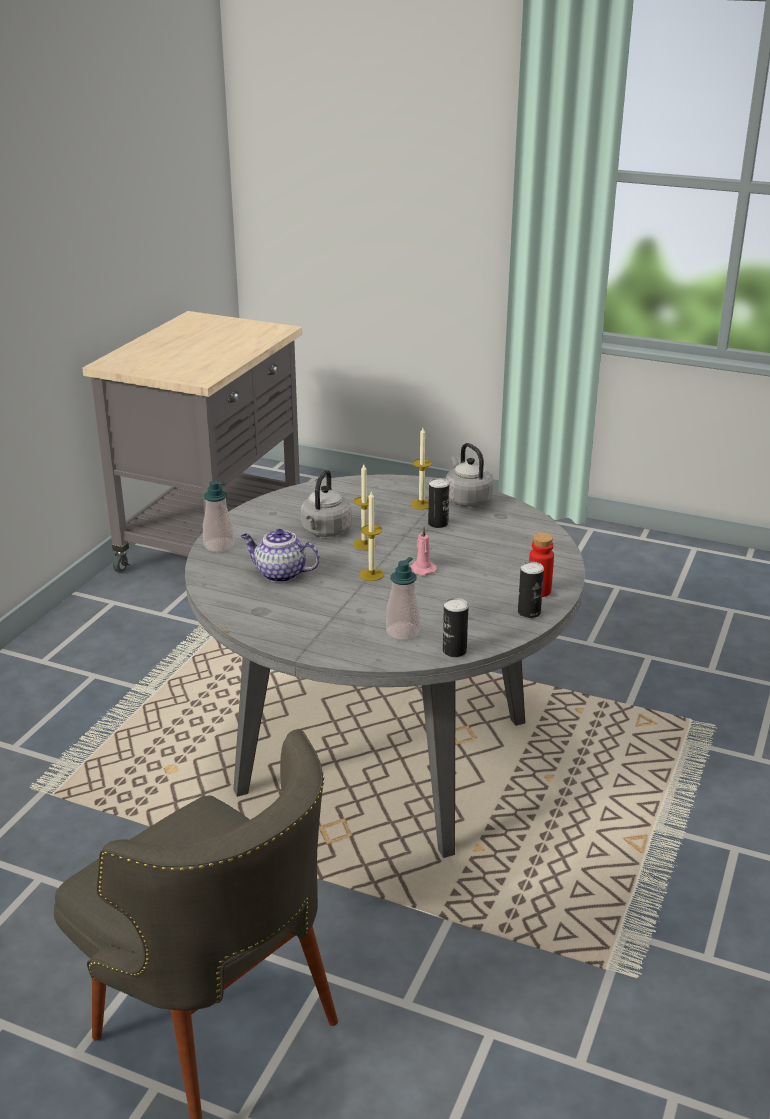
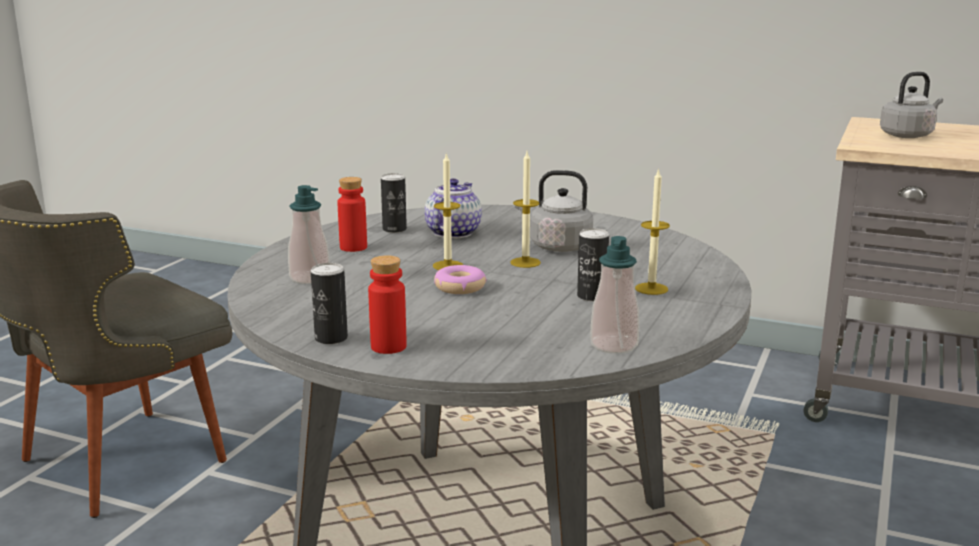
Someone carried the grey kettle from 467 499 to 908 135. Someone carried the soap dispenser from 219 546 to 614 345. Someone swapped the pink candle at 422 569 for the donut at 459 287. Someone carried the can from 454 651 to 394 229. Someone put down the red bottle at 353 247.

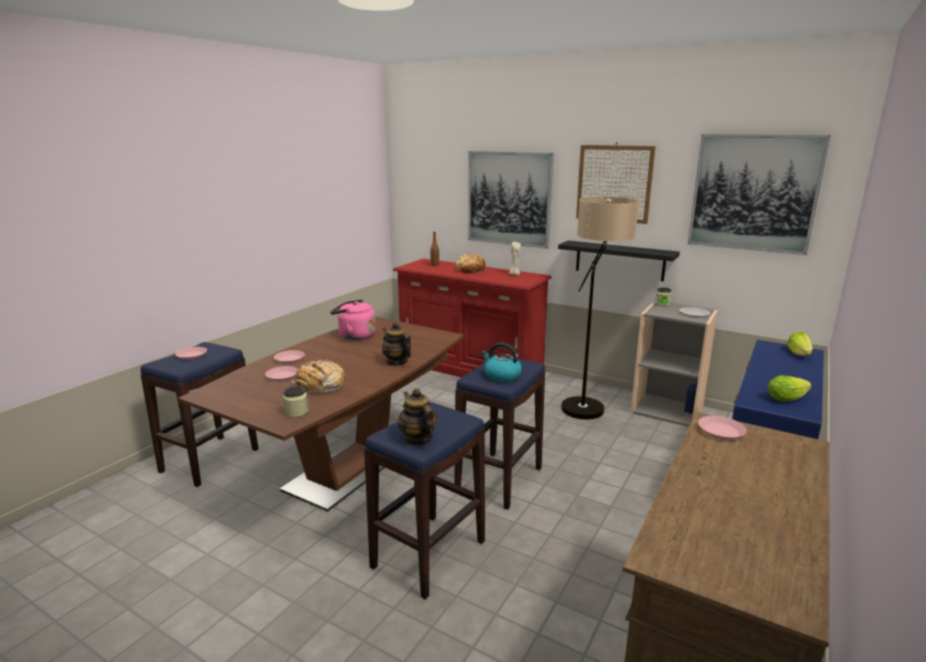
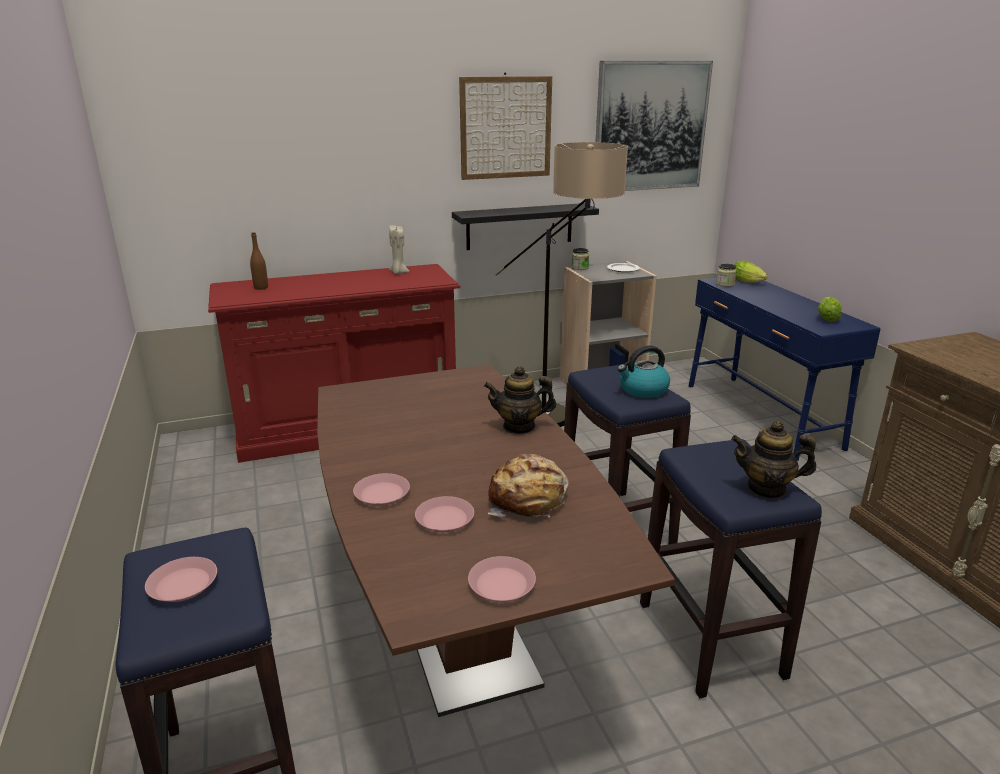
Someone took away the picture at 509 198. Someone took away the bread at 470 270. Someone took away the pink kettle at 354 336. Someone carried the jar from 296 412 to 725 284. Someone carried the pink plate from 720 431 to 501 584.

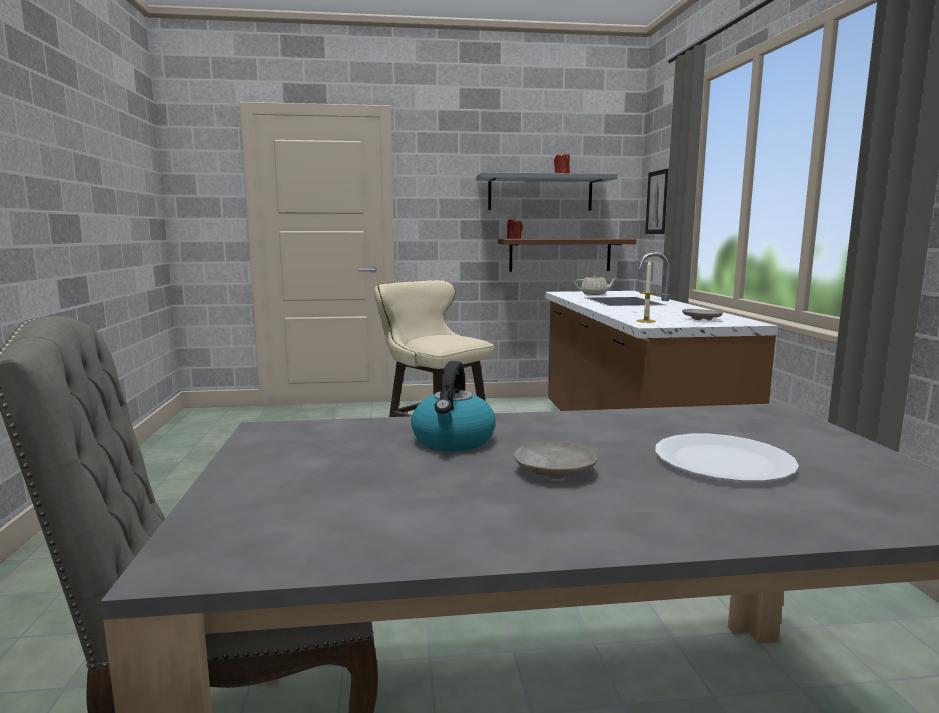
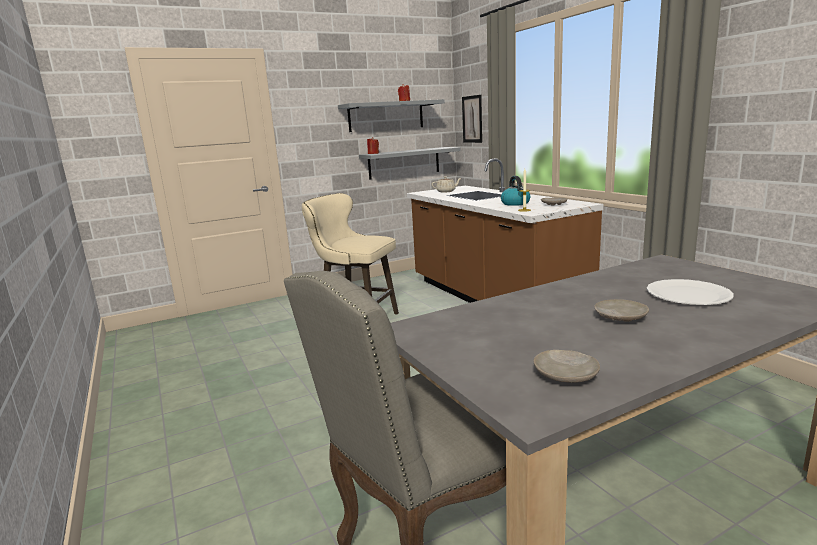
Someone repainted the brown shelf at 560 255, which became the grey shelf at 404 163. Someone carried the kettle from 453 441 to 516 203. Someone put down the beige plate at 566 375.

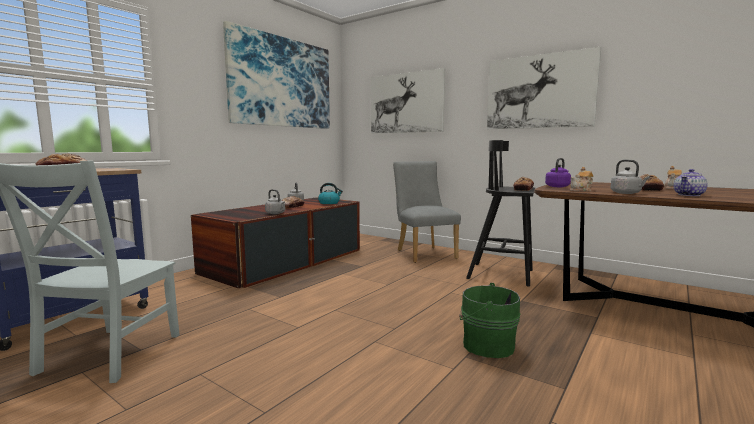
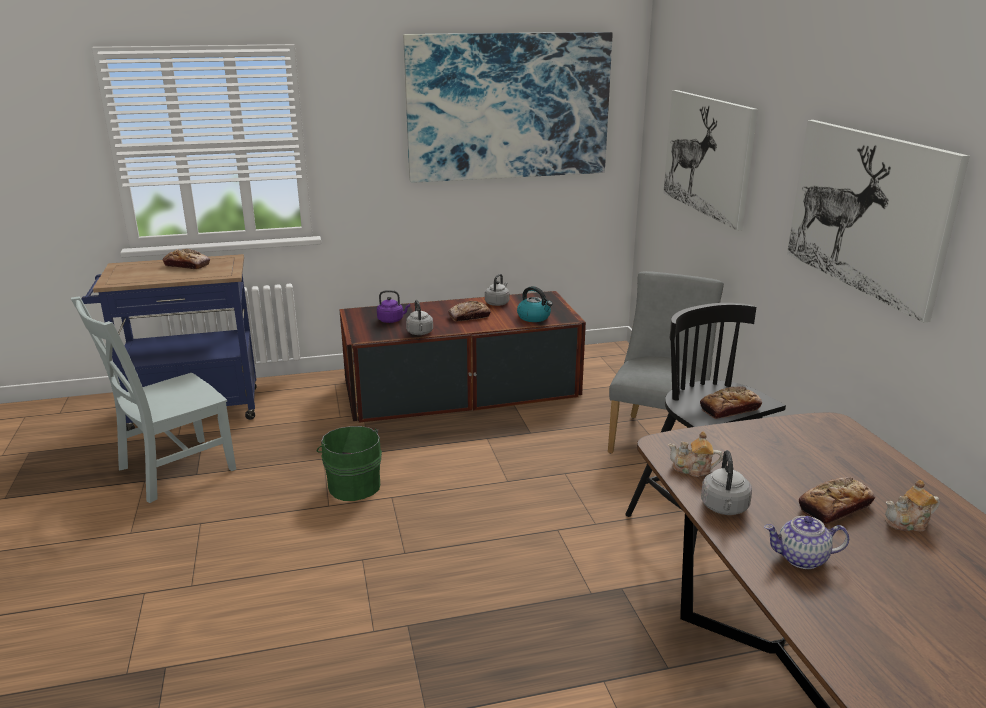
Someone carried the purple kettle from 558 186 to 392 320. Someone carried the green bucket from 485 344 to 353 485.

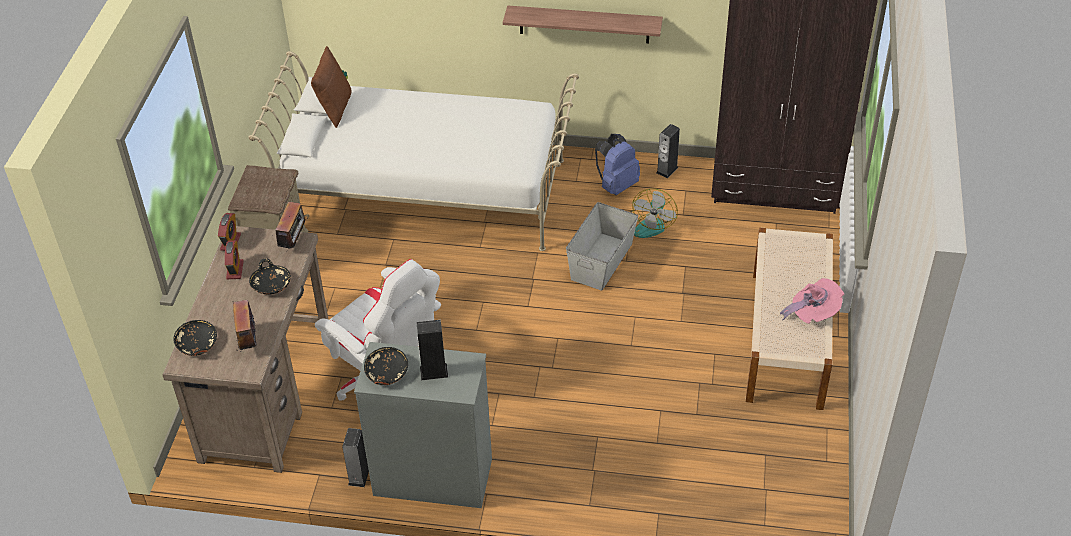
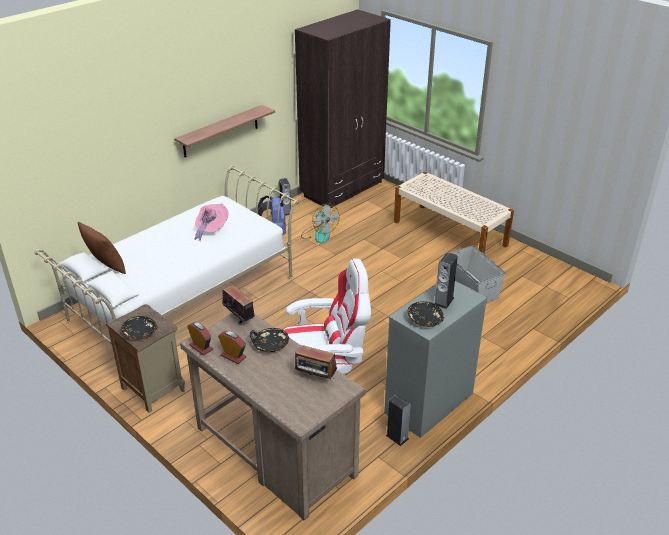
Someone carried the grey storage box from 602 261 to 472 287. Someone carried the pink hat from 813 313 to 211 229. Someone carried the black bowl from 197 344 to 140 333.

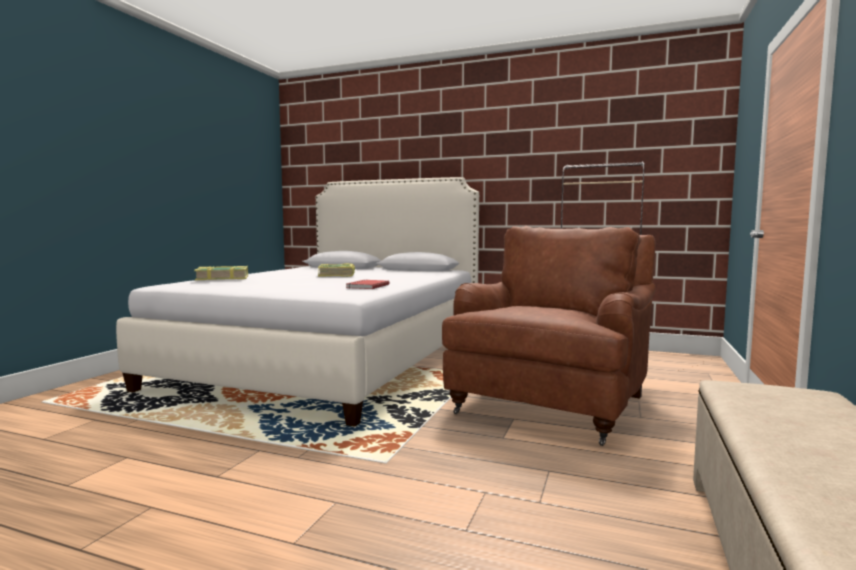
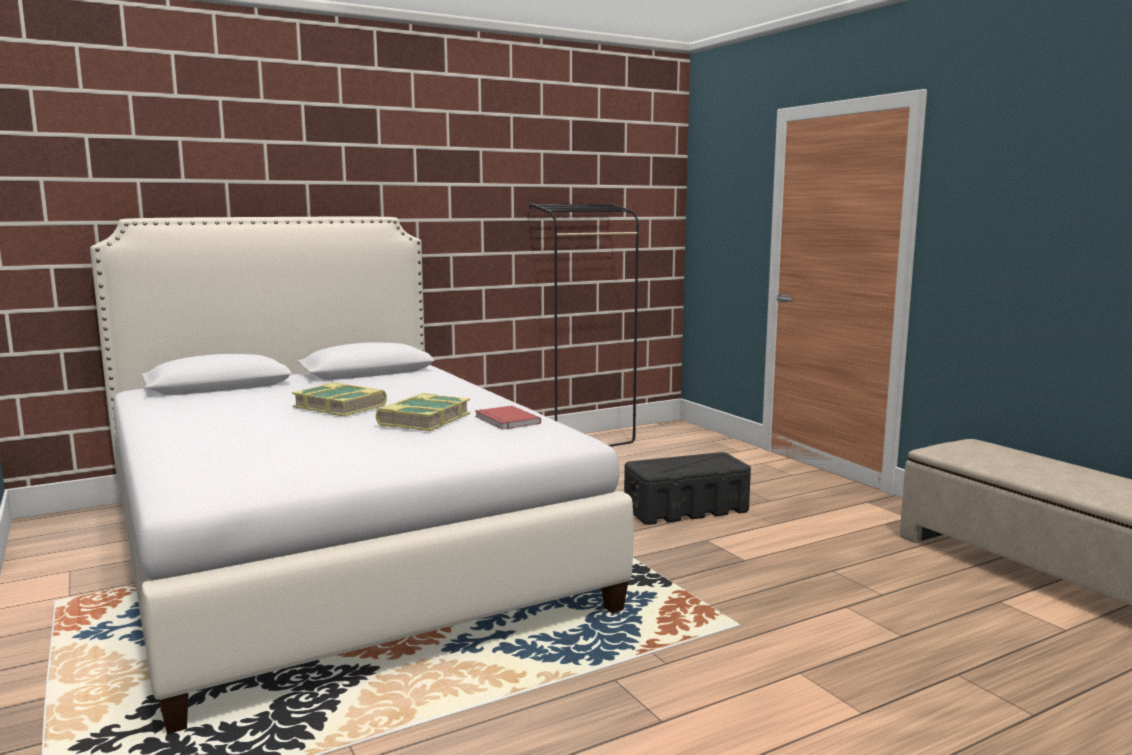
Someone swapped the brown armchair at 553 400 for the black storage box at 686 509. Someone carried the book from 222 278 to 423 420.

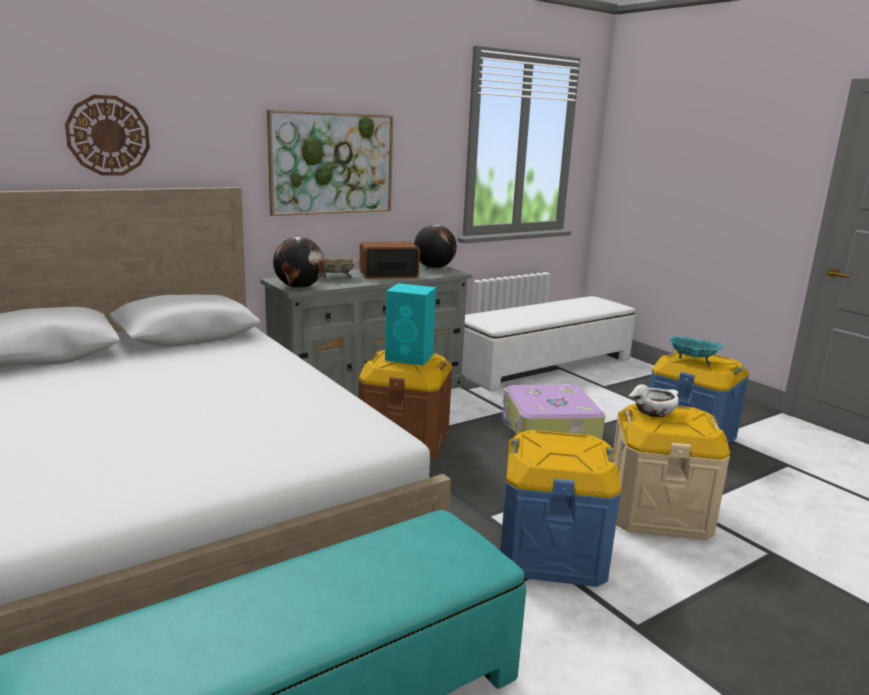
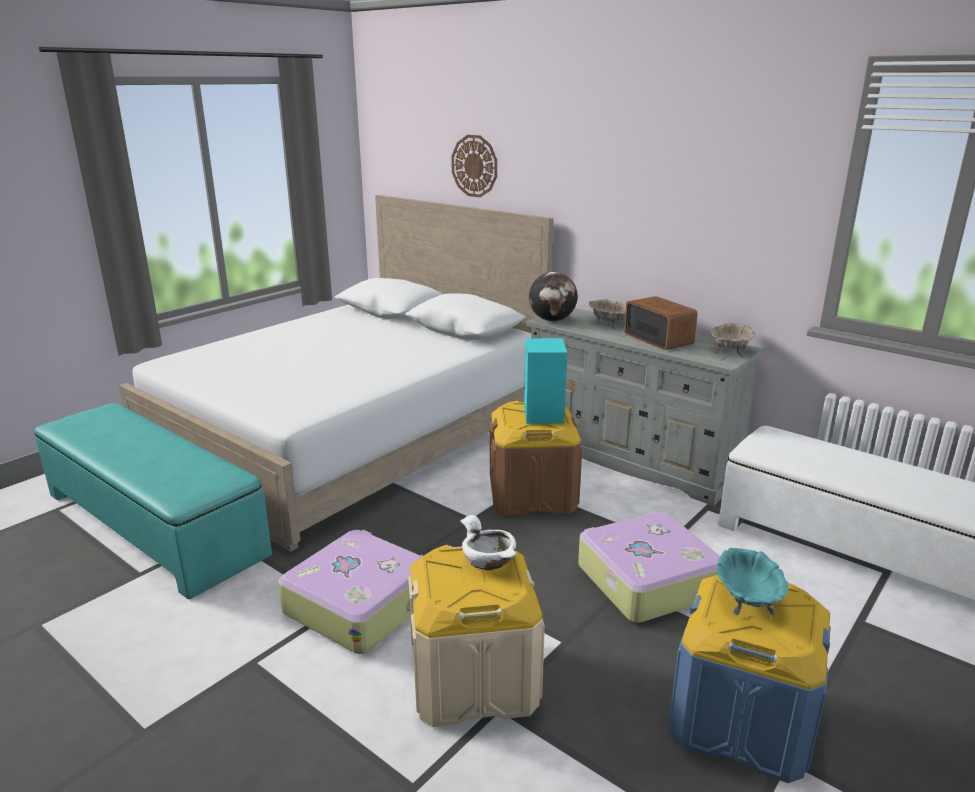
Someone took away the picture at 331 163. Someone swapped the globe at 433 268 for the beige bowl at 730 351. Someone swapped the blue storage box at 551 552 for the suitcase at 360 603.

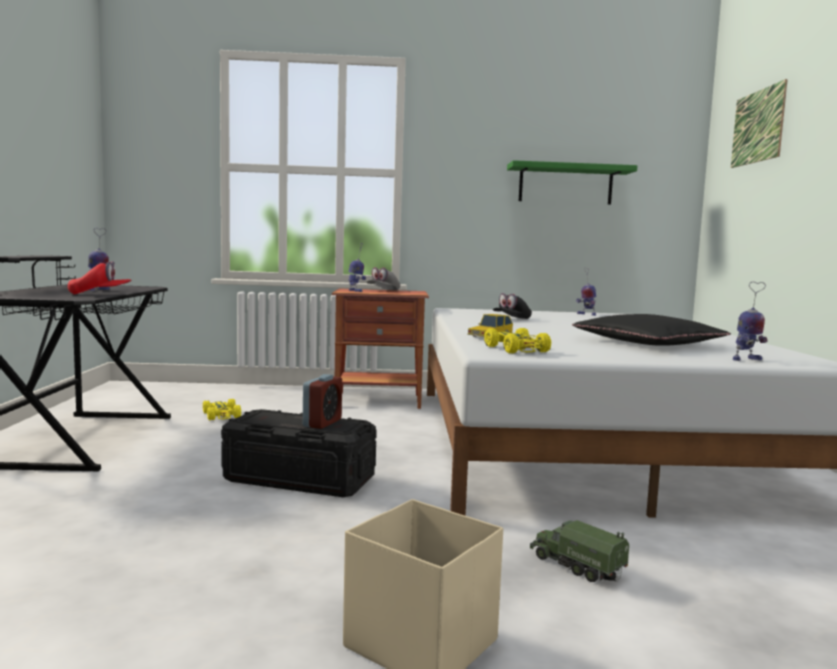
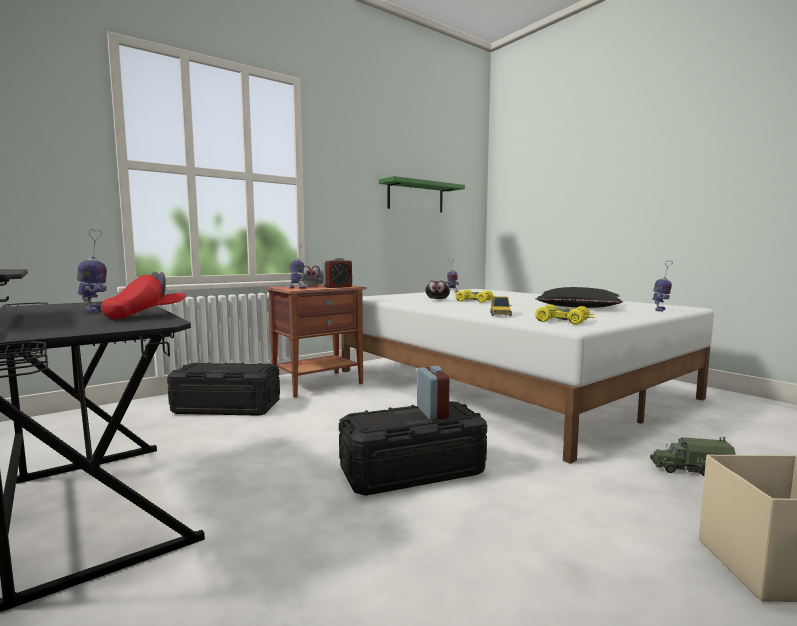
Someone took away the picture at 758 126. Someone carried the yellow toy car from 222 415 to 474 301. Someone put down the alarm clock at 338 287. Someone put down the black storage box at 226 407.

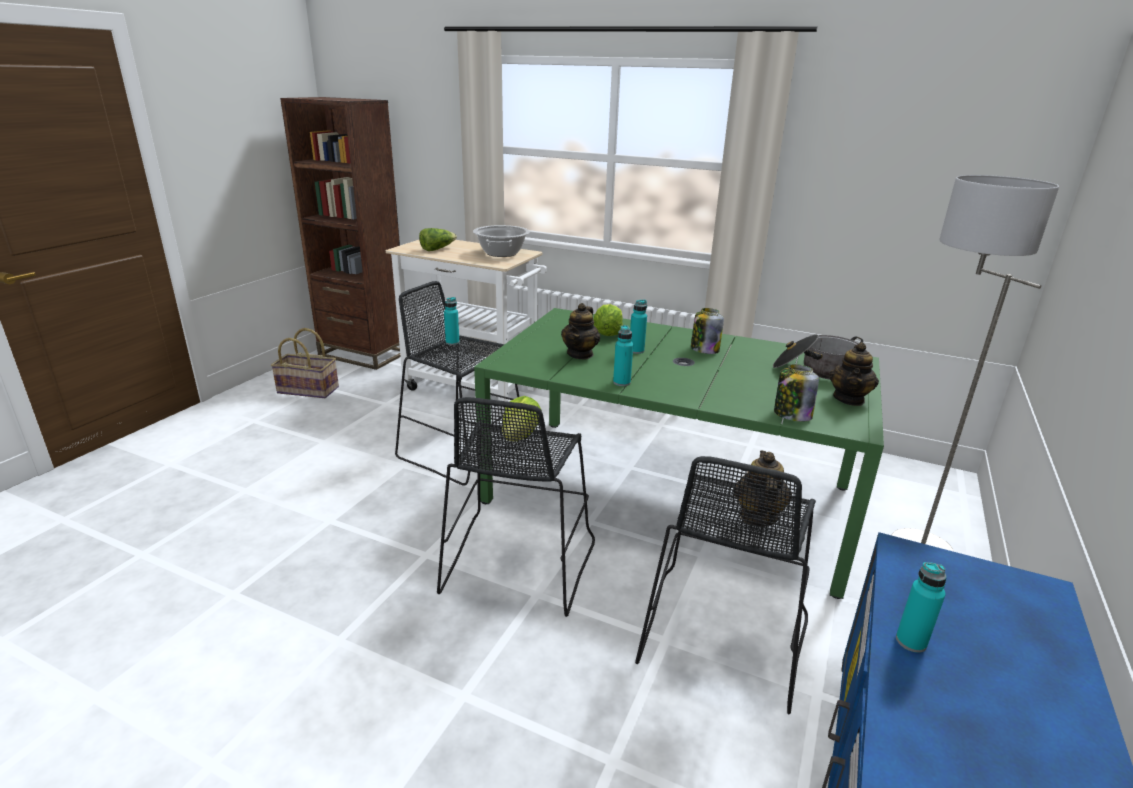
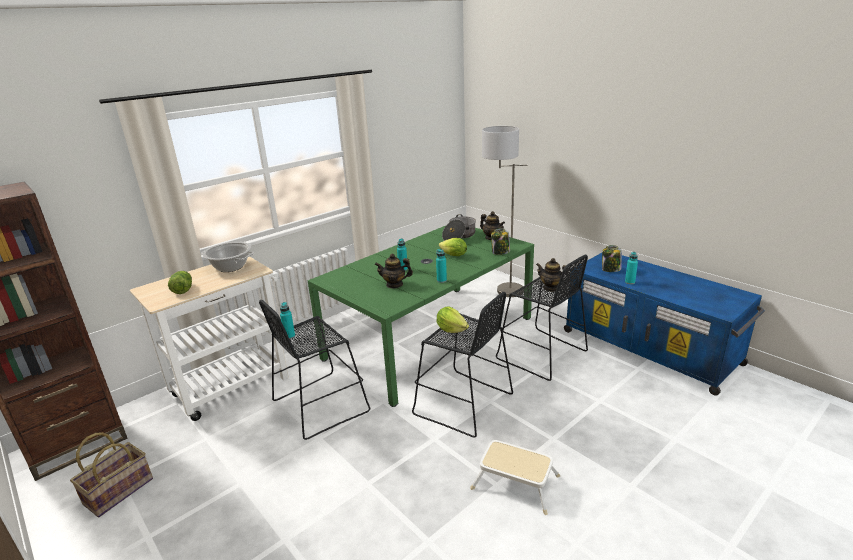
Someone rotated the teapot at 580 354 by 135 degrees clockwise. Someone carried the lettuce from 607 333 to 454 255. Someone carried the jar from 704 350 to 610 269. Someone put down the beige step ladder at 515 482.

